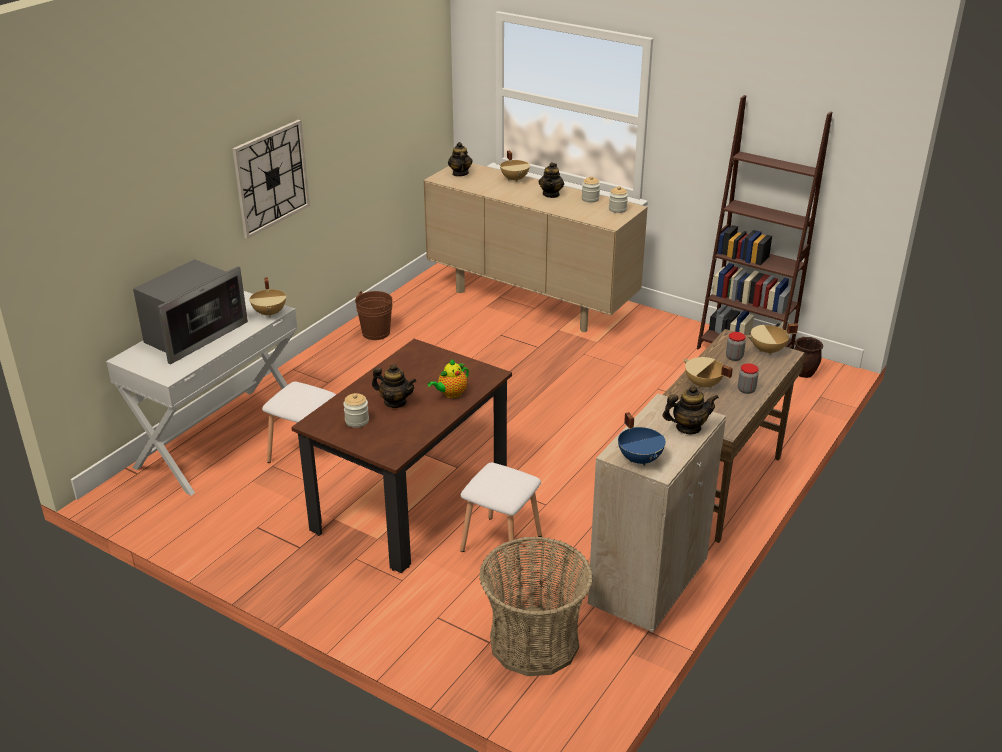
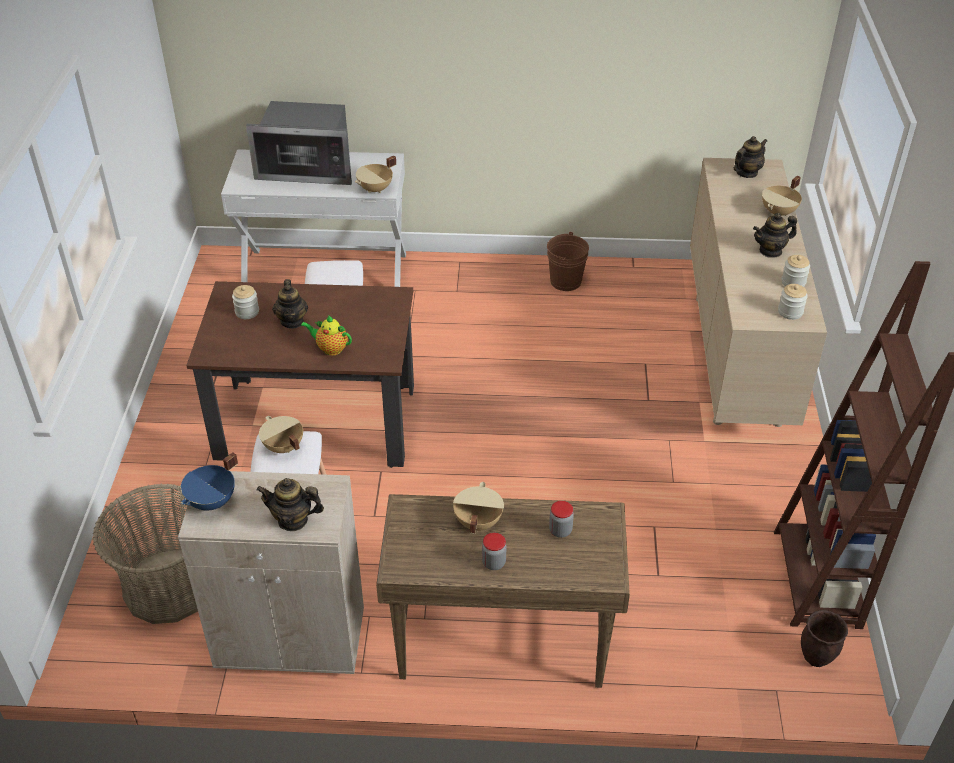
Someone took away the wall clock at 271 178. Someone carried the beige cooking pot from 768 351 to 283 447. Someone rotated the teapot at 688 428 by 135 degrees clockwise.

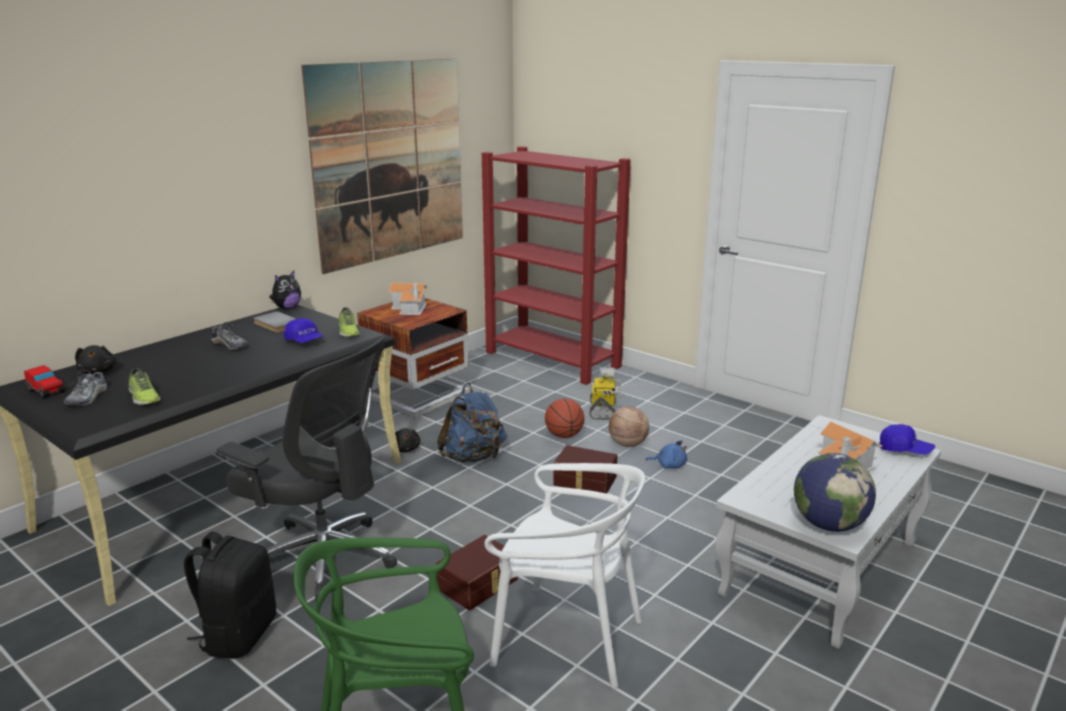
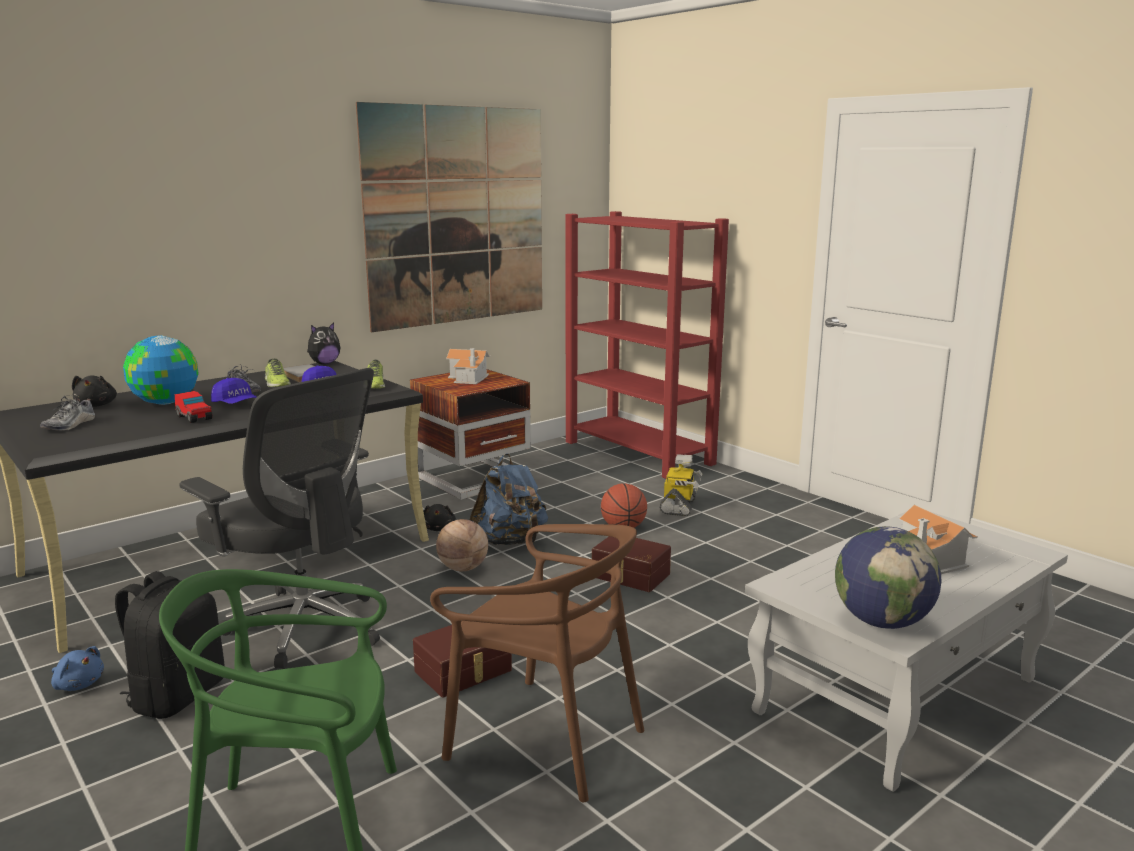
Someone carried the toy car from 46 391 to 194 418. Someone carried the shoe from 143 397 to 276 383. Someone carried the basketball from 628 444 to 463 568. Someone carried the blue cap from 904 450 to 236 404. Someone carried the blue plush toy from 669 465 to 78 684. Someone repainted the white chair at 567 638, which became the brown chair at 546 739. Someone put down the globe at 165 402.

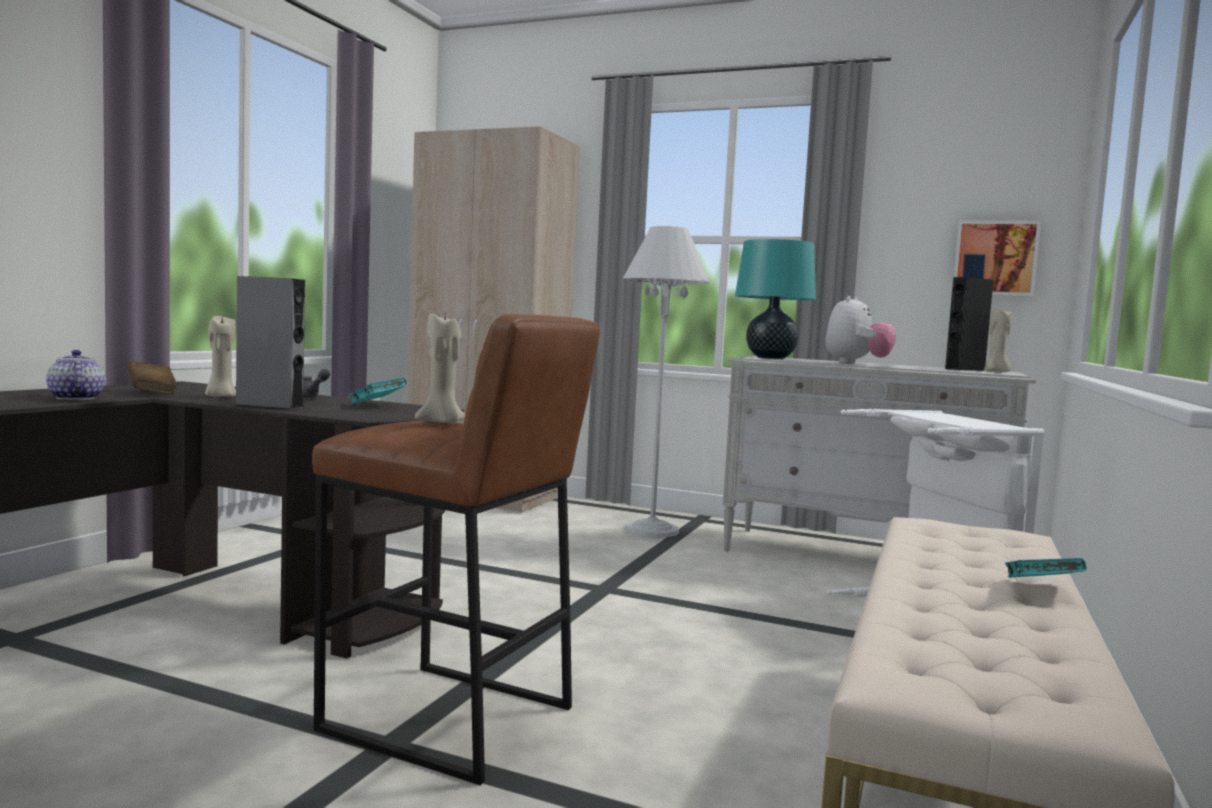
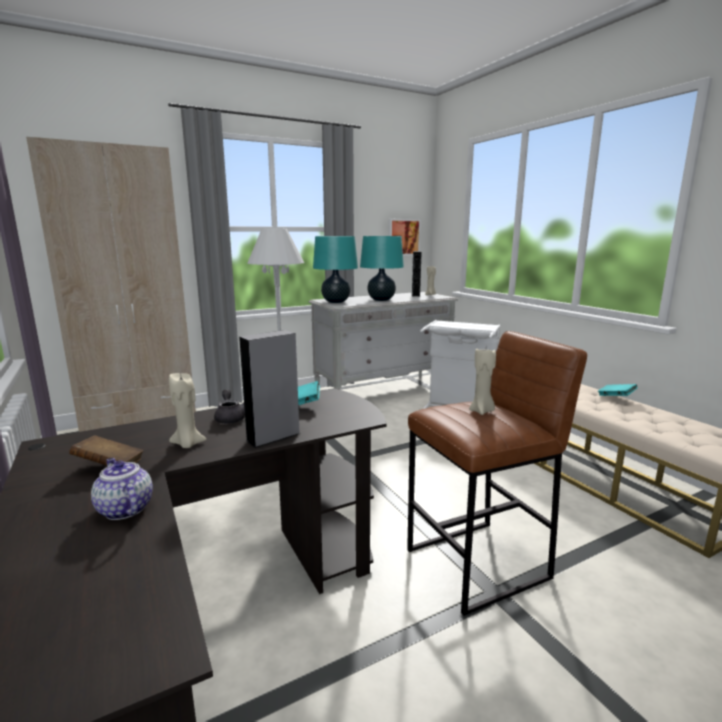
Someone swapped the plush toy at 856 363 for the turquoise table lamp at 381 300. Someone rotated the teapot at 75 398 by 45 degrees clockwise.

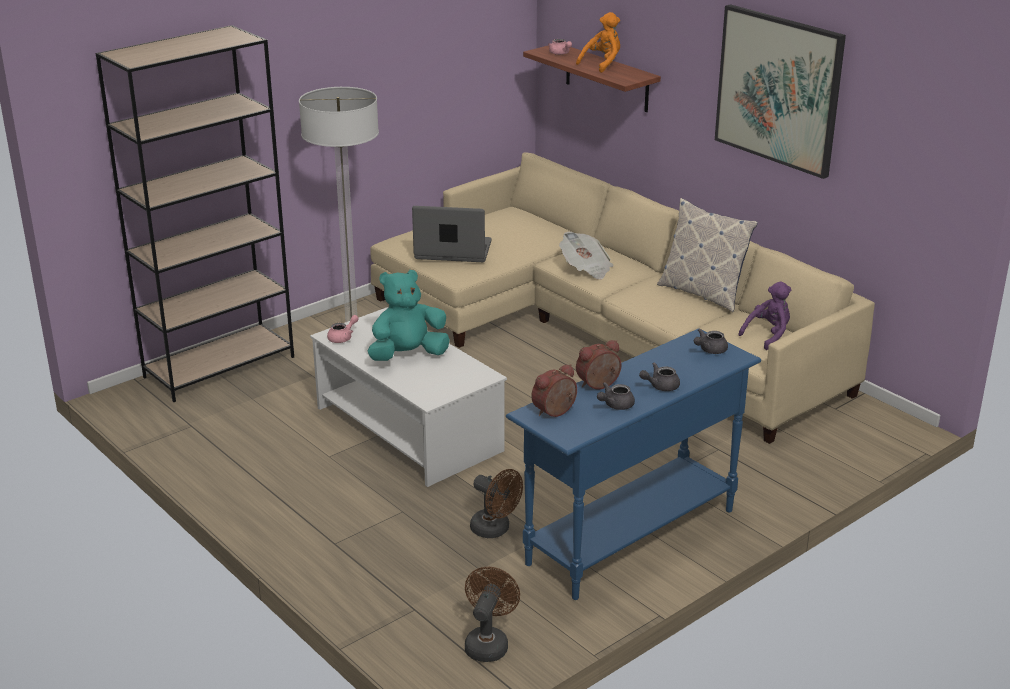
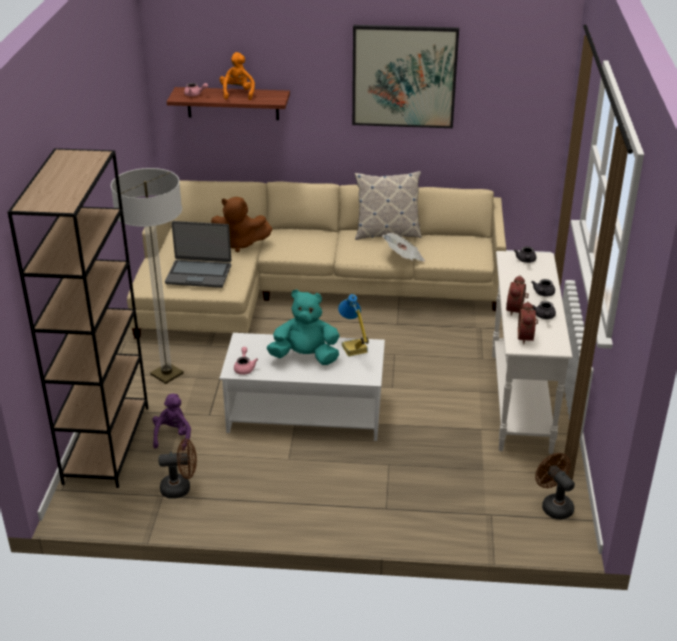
Someone rotated the laptop at 453 251 by 135 degrees counterclockwise. Someone carried the newspaper from 586 269 to 403 257. Someone rotated the turquoise plush toy at 408 355 by 75 degrees clockwise. Someone carried the purple plush toy from 768 335 to 173 436. Someone repainted the blue console table at 630 537, which became the white console table at 520 402. Someone carried the brown fan from 495 530 to 180 488. Someone put down the brown plush toy at 240 243. Someone put down the table lamp at 353 349.

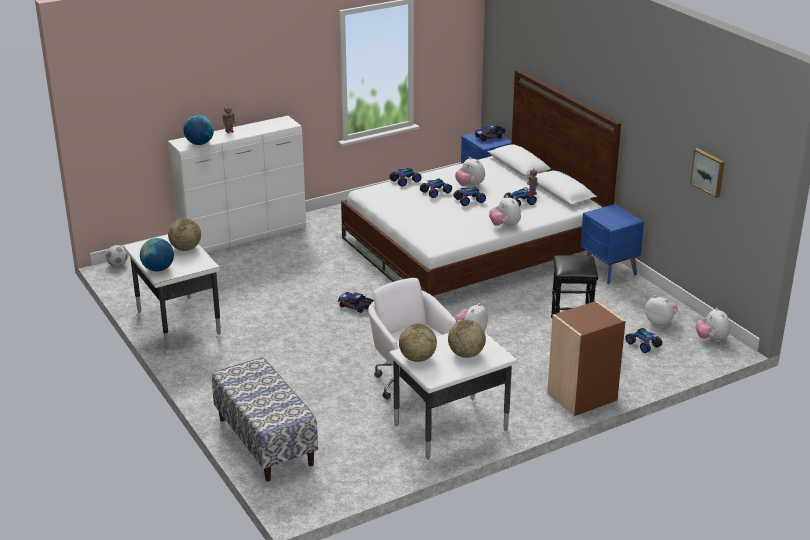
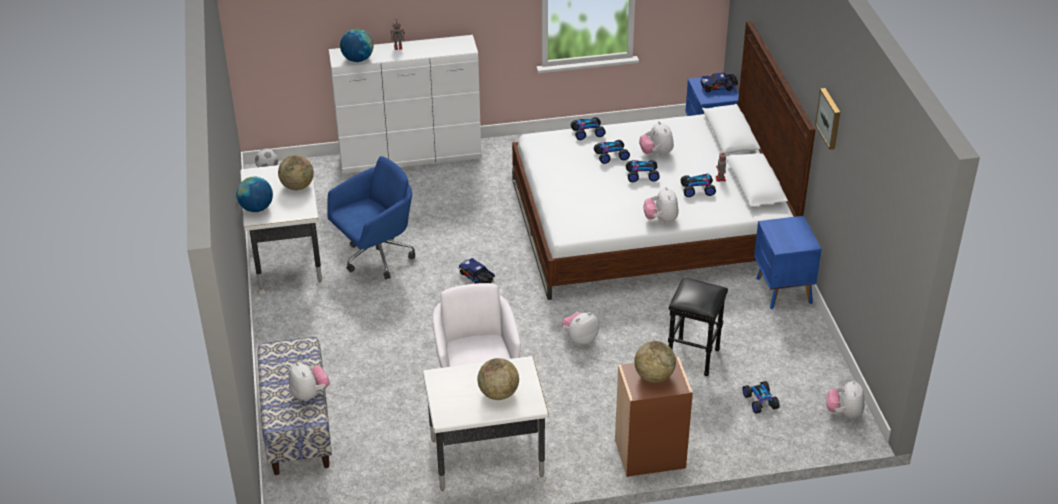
Someone carried the picture from 708 172 to 830 118. Someone carried the plush toy from 660 323 to 309 394. Someone carried the globe from 417 358 to 654 376. Someone put down the blue office chair at 375 259.

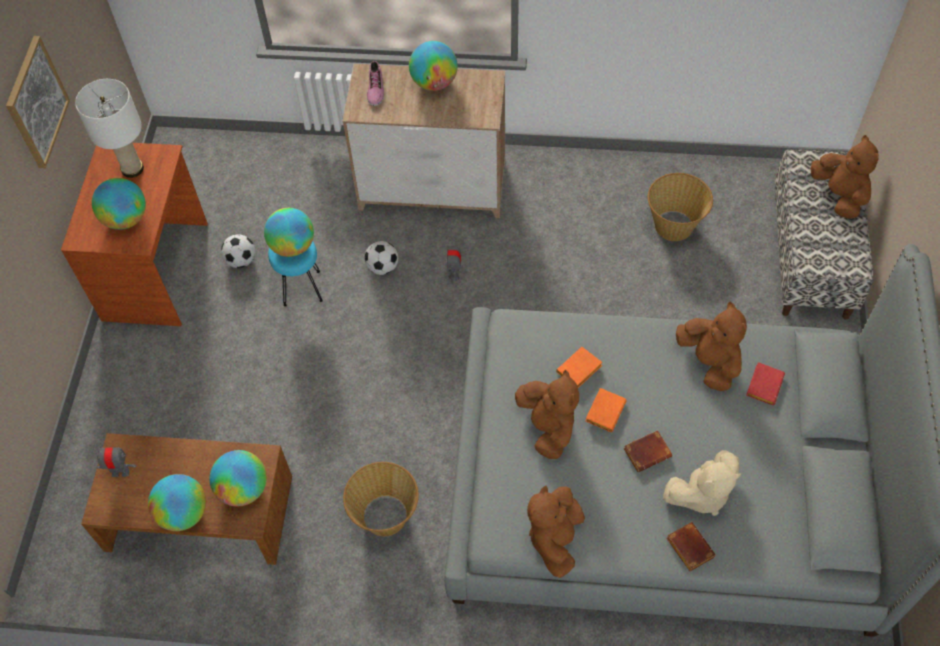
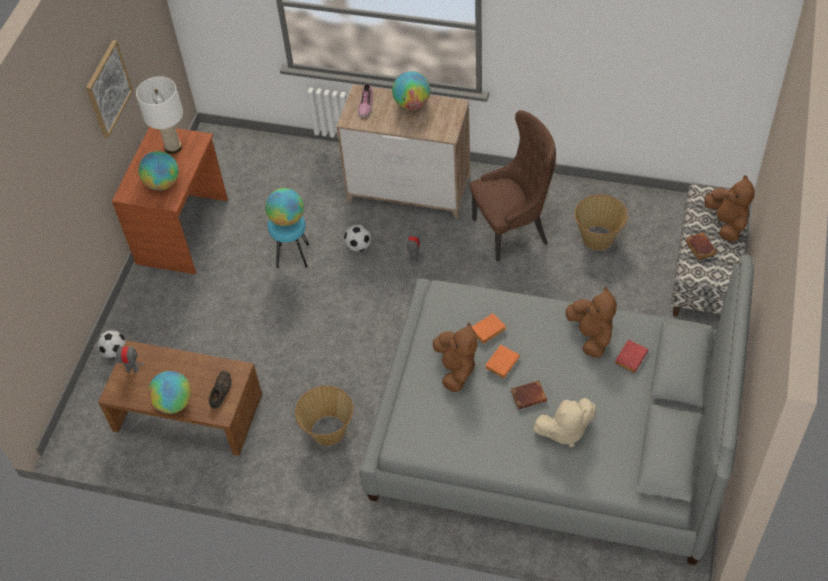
Someone carried the football from 241 260 to 115 352. Someone swapped the globe at 243 489 for the brown shoe at 220 391. Someone took away the brown plush toy at 555 538. Someone carried the brown book from 688 547 to 699 247. Someone put down the brown chair at 511 230.

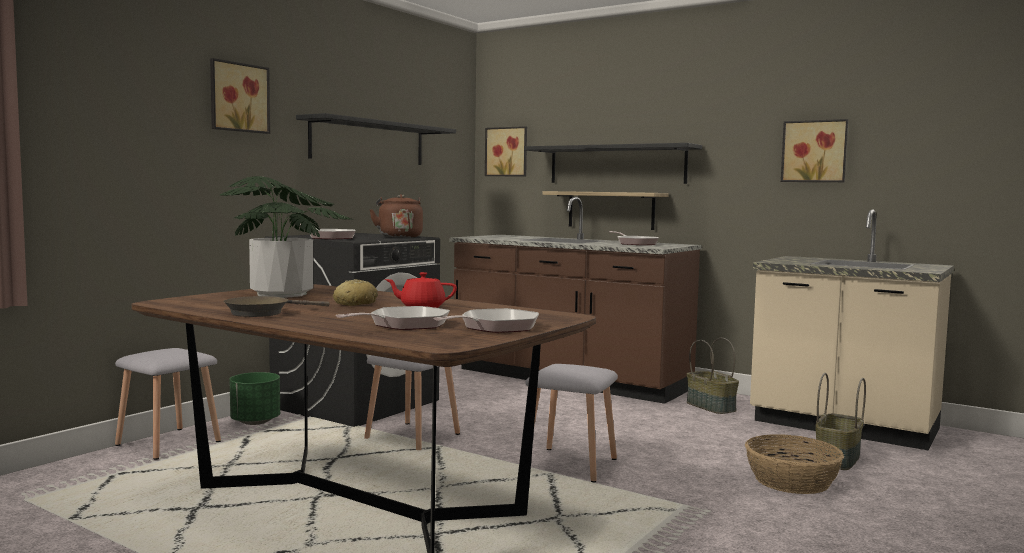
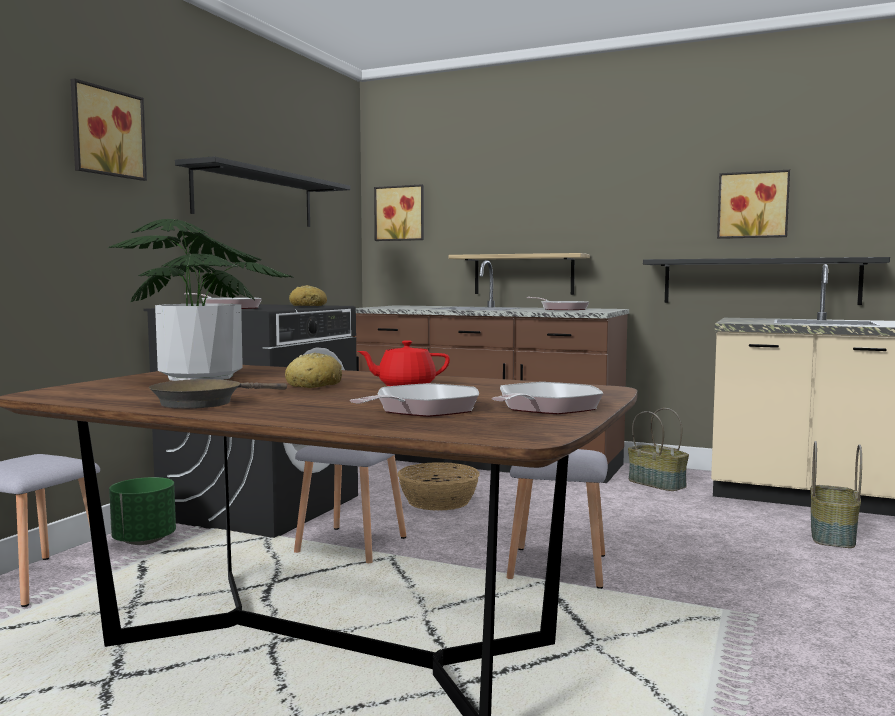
Someone carried the black shelf from 616 164 to 759 281. Someone swapped the brown kettle at 399 237 for the bread at 308 306. Someone carried the basket from 792 481 to 439 501.

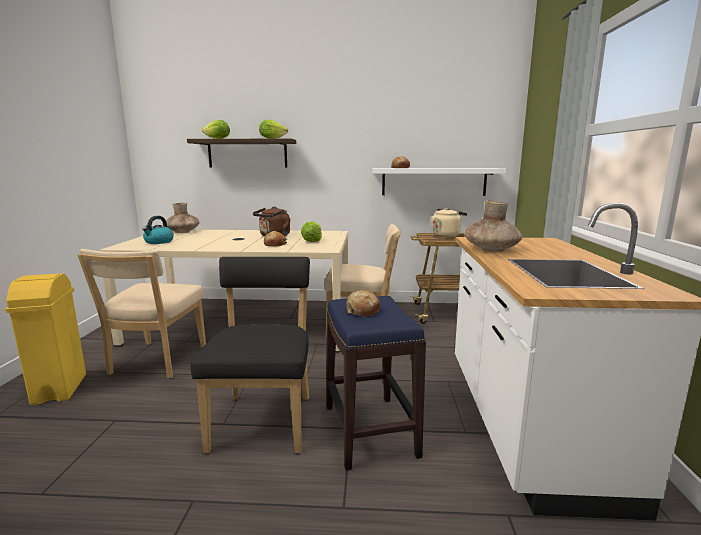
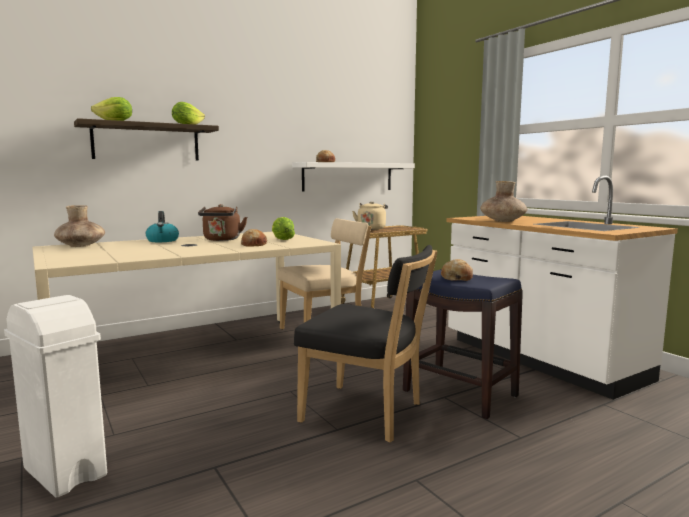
Someone carried the kettle from 158 242 to 162 241. Someone took away the beige chair at 156 362. Someone rotated the black chair at 264 419 by 150 degrees clockwise. Someone repainted the yellow trash can at 59 389, which became the white trash can at 65 473.

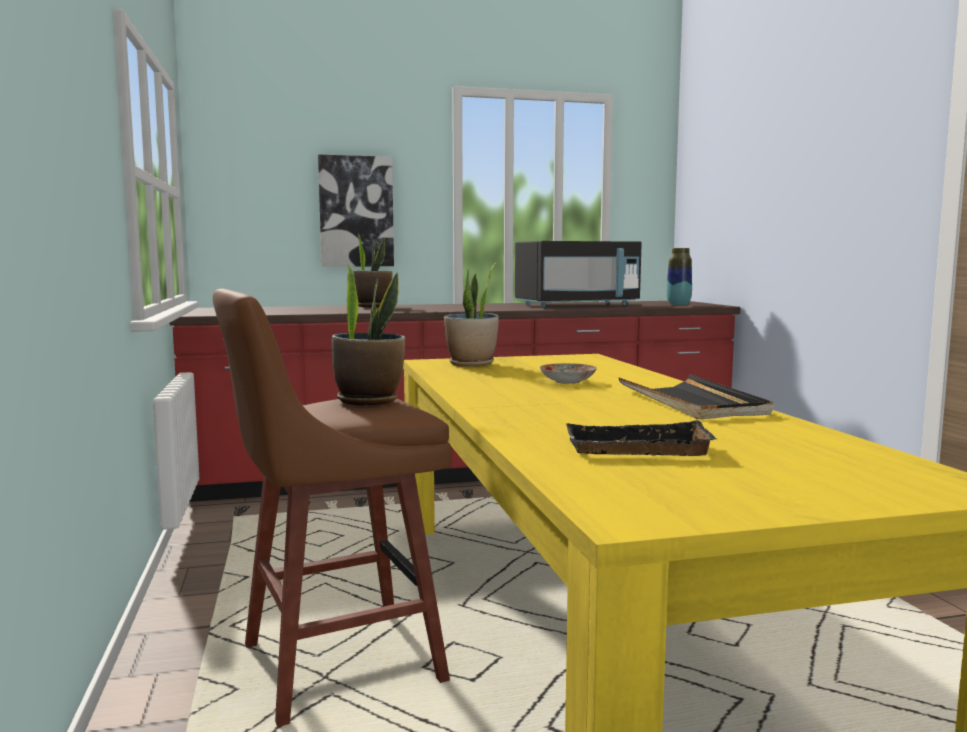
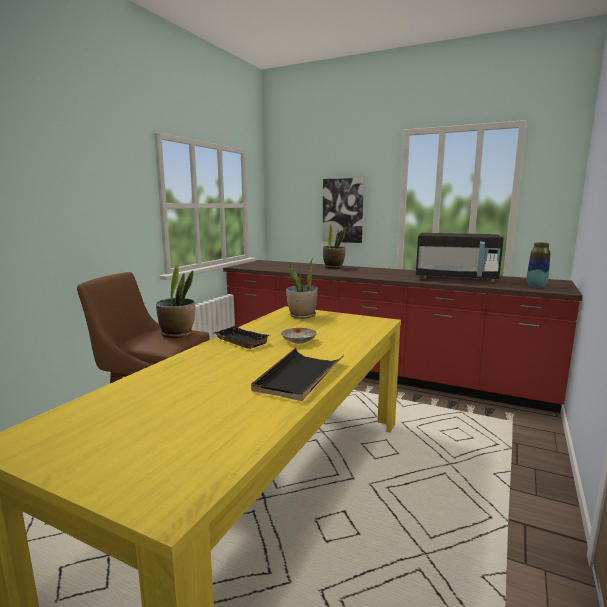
Someone carried the black tray from 635 450 to 239 341.

